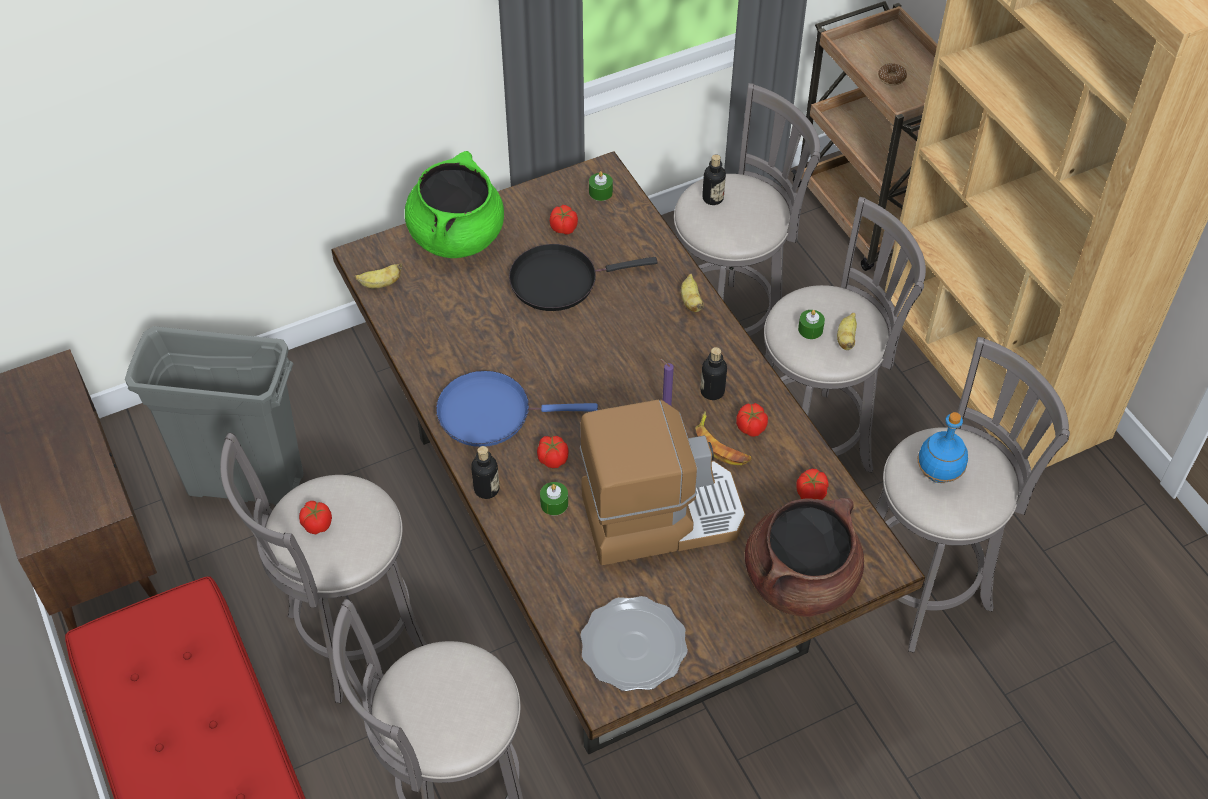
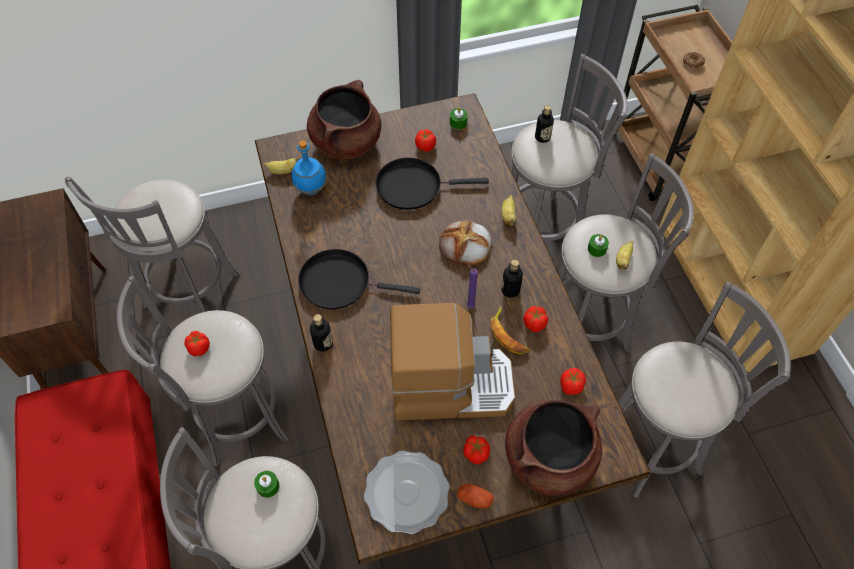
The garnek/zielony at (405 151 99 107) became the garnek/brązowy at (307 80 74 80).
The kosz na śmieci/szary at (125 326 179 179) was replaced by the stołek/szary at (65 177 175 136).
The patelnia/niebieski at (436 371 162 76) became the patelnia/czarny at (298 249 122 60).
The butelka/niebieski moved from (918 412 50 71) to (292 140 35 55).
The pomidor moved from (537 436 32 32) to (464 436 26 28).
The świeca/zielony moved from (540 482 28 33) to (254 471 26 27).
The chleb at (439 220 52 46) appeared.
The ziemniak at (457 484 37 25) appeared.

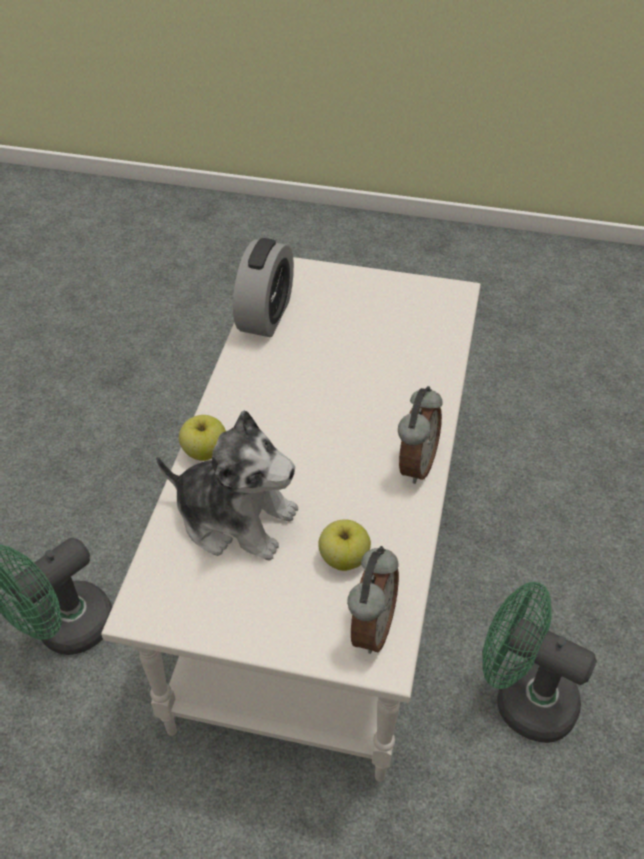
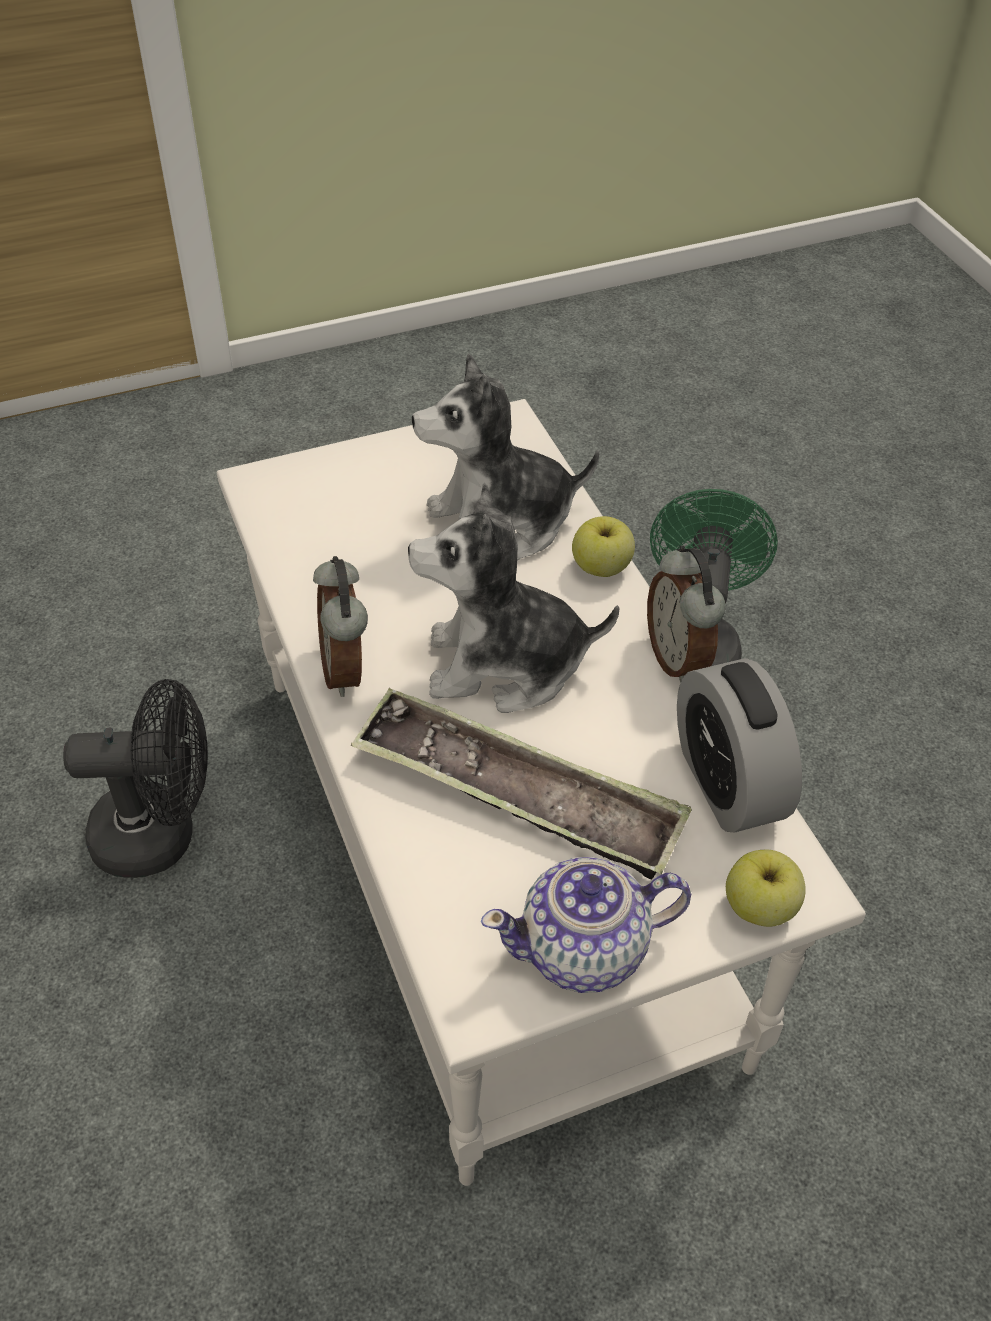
The jabłko moved from (318 519 53 52) to (726 850 80 77).
The budzik moved from (347 546 52 108) to (647 545 79 138).
The wentylator/zielony at (483 582 114 161) became the wentylator/czarny at (63 679 145 199).
The pluszak at (408 482 211 231) appeared.
The taca at (351 688 341 191) appeared.
The imbryk at (481 857 210 136) appeared.

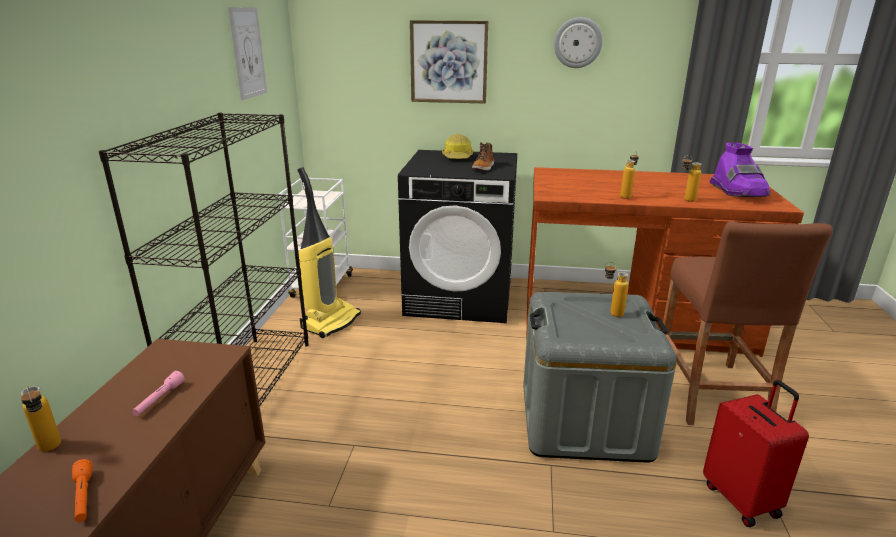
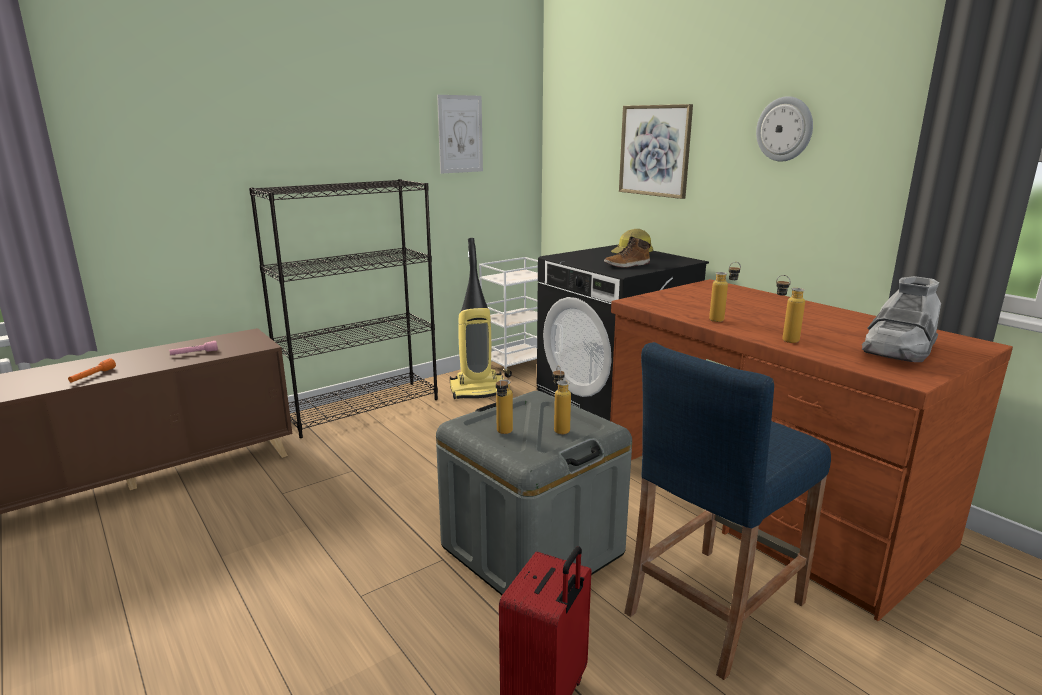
The but z cholewką/fioletowy at (710 143 60 54) became the but z cholewką/szary at (862 276 79 86).
The stołek/brązowy at (663 221 170 204) became the stołek/niebieski at (624 342 207 338).
The butelka moved from (21 386 40 66) to (496 376 17 58).

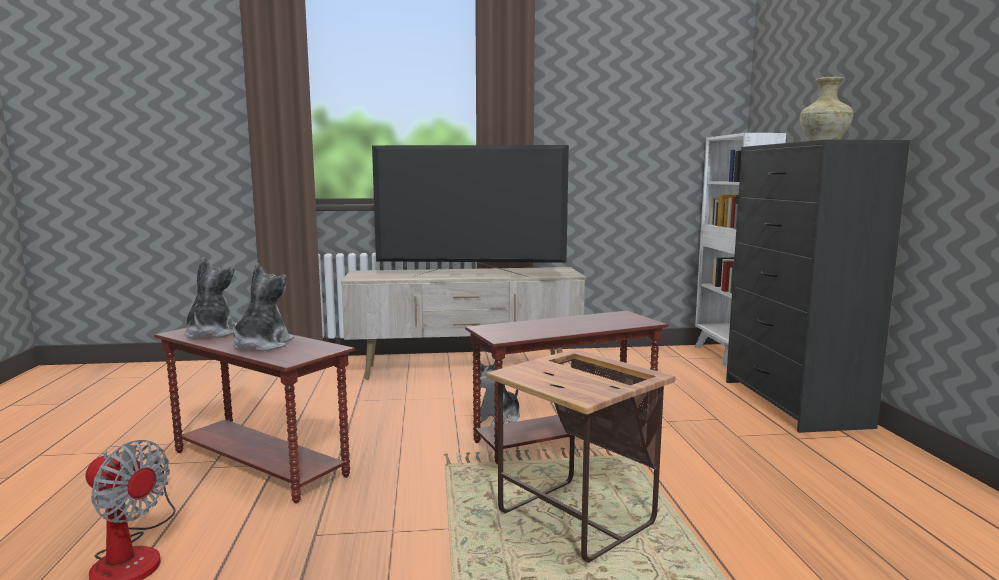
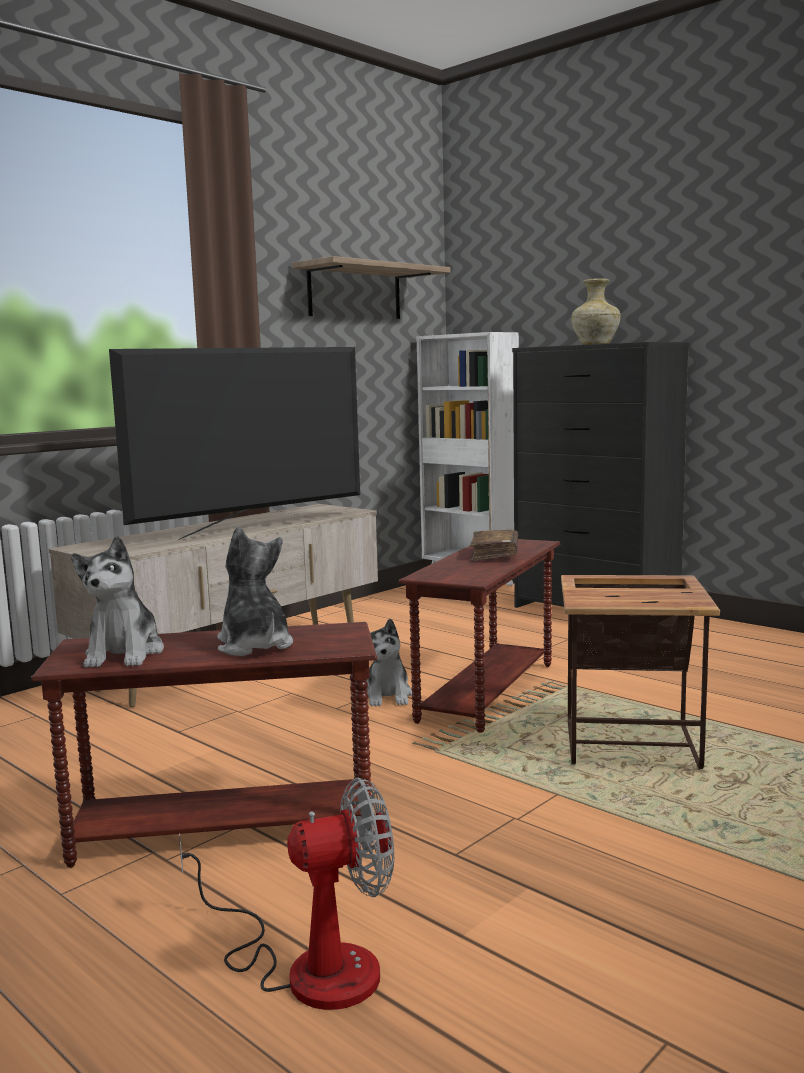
The pluszak at (184 257 53 81) turned 135 degrees counterclockwise.
The półka at (292 256 159 63) appeared.
The książka/brązowy at (470 530 48 32) appeared.

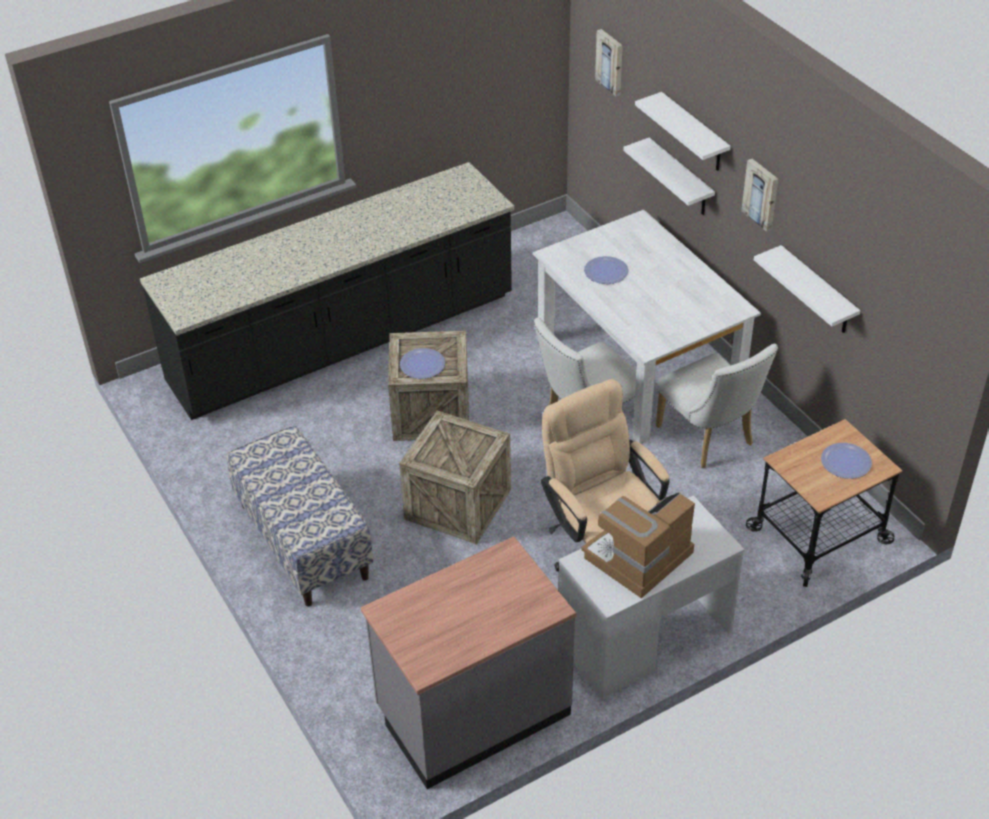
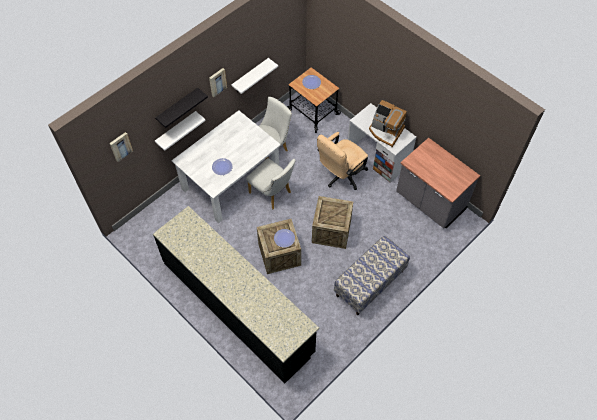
The półka/biały at (635 92 96 79) became the półka/czarny at (155 88 53 40).

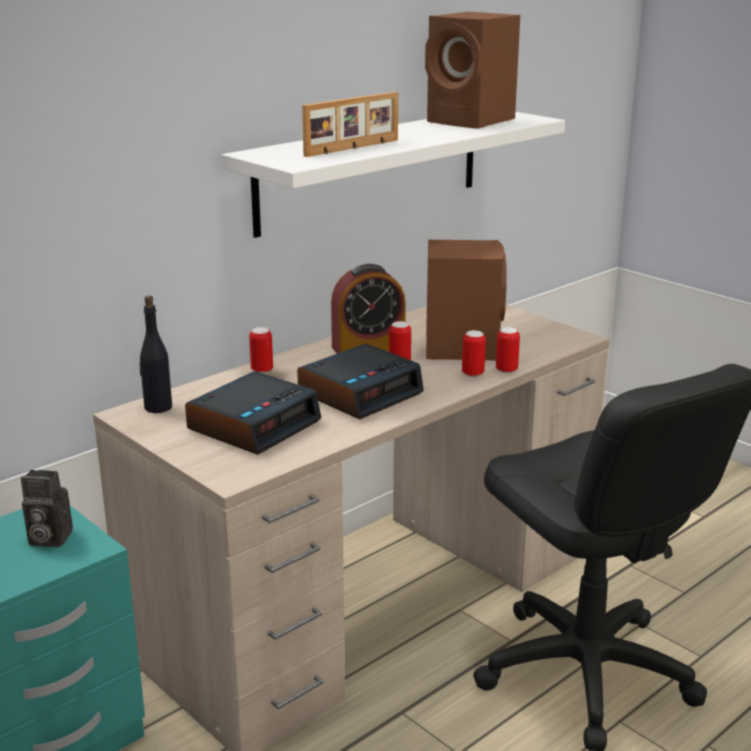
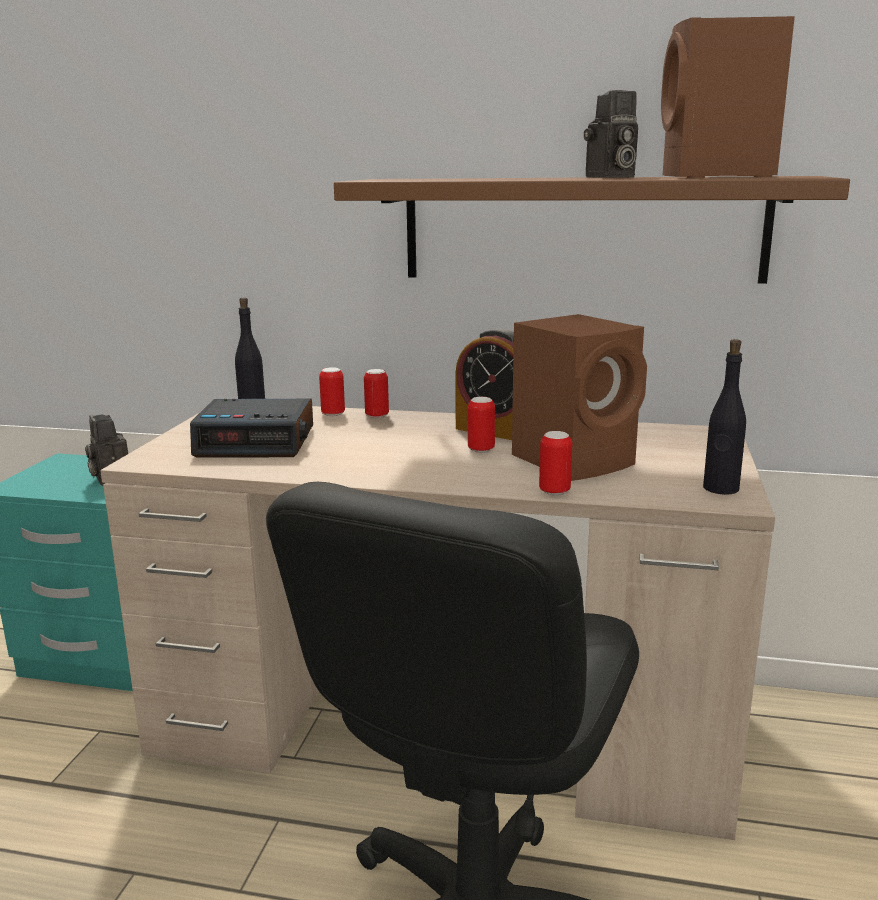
The ramka na zdjęcie at (302 92 96 65) disappeared.
The półka/biały at (222 112 343 126) became the półka/brązowy at (334 176 516 108).
The puszka moved from (462 330 24 47) to (319 367 26 49).
The budzik at (297 344 127 76) disappeared.
The aparat fotograficzny at (584 90 54 88) appeared.
The butelka/czarny at (703 339 43 156) appeared.

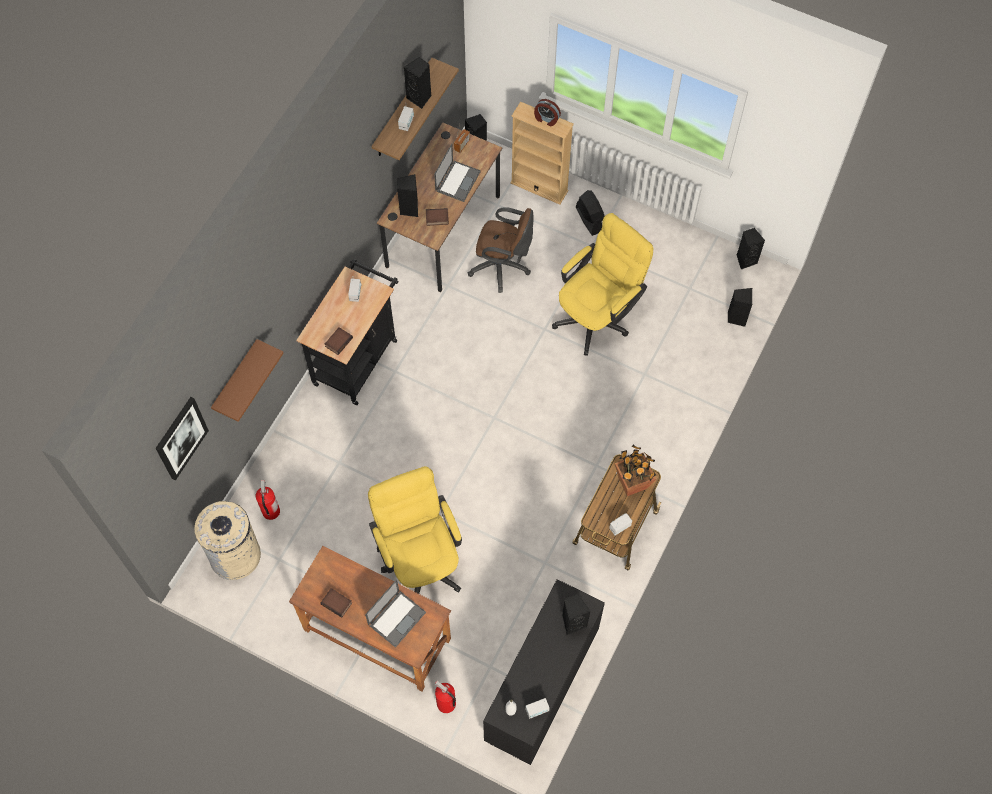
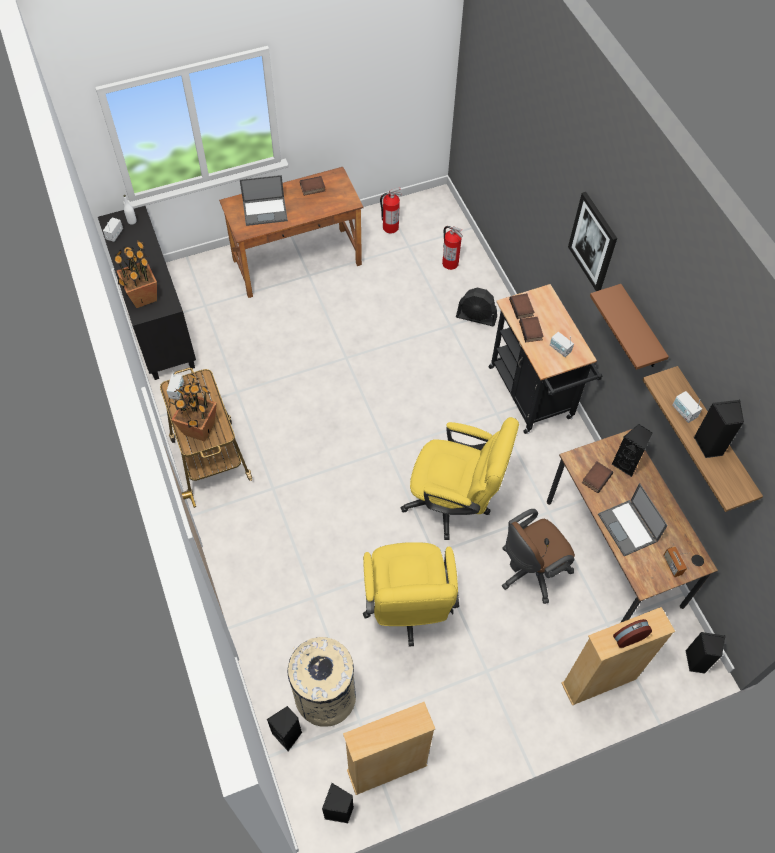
The wentylator/czarny moved from (576 190 29 46) to (456 288 41 38).
The półka/brązowy moved from (211 339 72 83) to (590 284 79 86).
The obraz moved from (156 397 53 84) to (568 192 49 99).
The krzesło biurowe/żółty moved from (368 466 94 128) to (401 417 118 123).
The kosz na śmieci/beżowy moved from (194 501 67 79) to (288 637 68 90).
The laptop at (365 579 61 69) turned 90 degrees counterclockwise.
The głośnik/czarny at (562 594 28 41) was replaced by the roślina doniczkowa at (113 240 44 68).
The gaśnica moved from (434 680 22 33) to (380 187 22 46).
The książka at (519 317 25 25) appeared.
The regał/beżowy at (343 702 92 93) appeared.

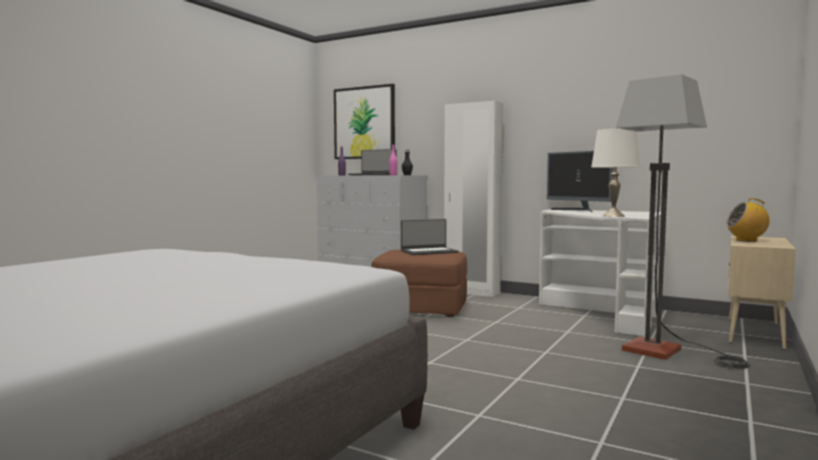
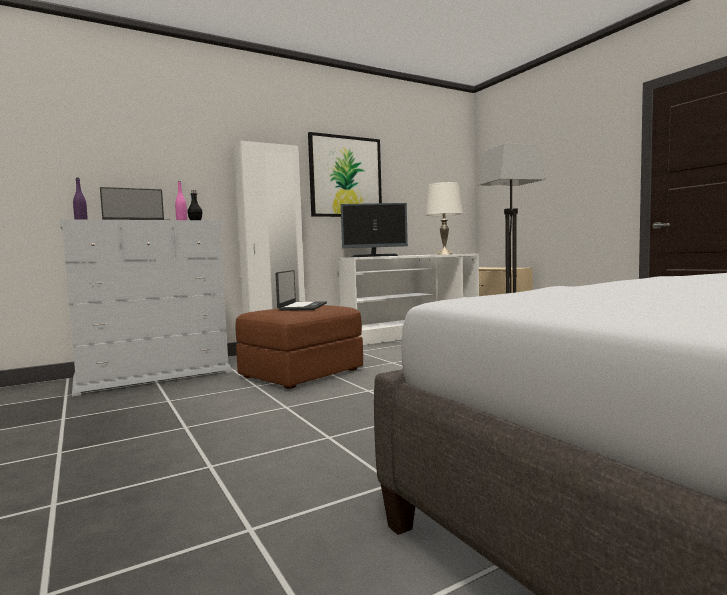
The obraz moved from (334 84 61 75) to (308 132 74 85).
The radio at (726 198 44 44) disappeared.

